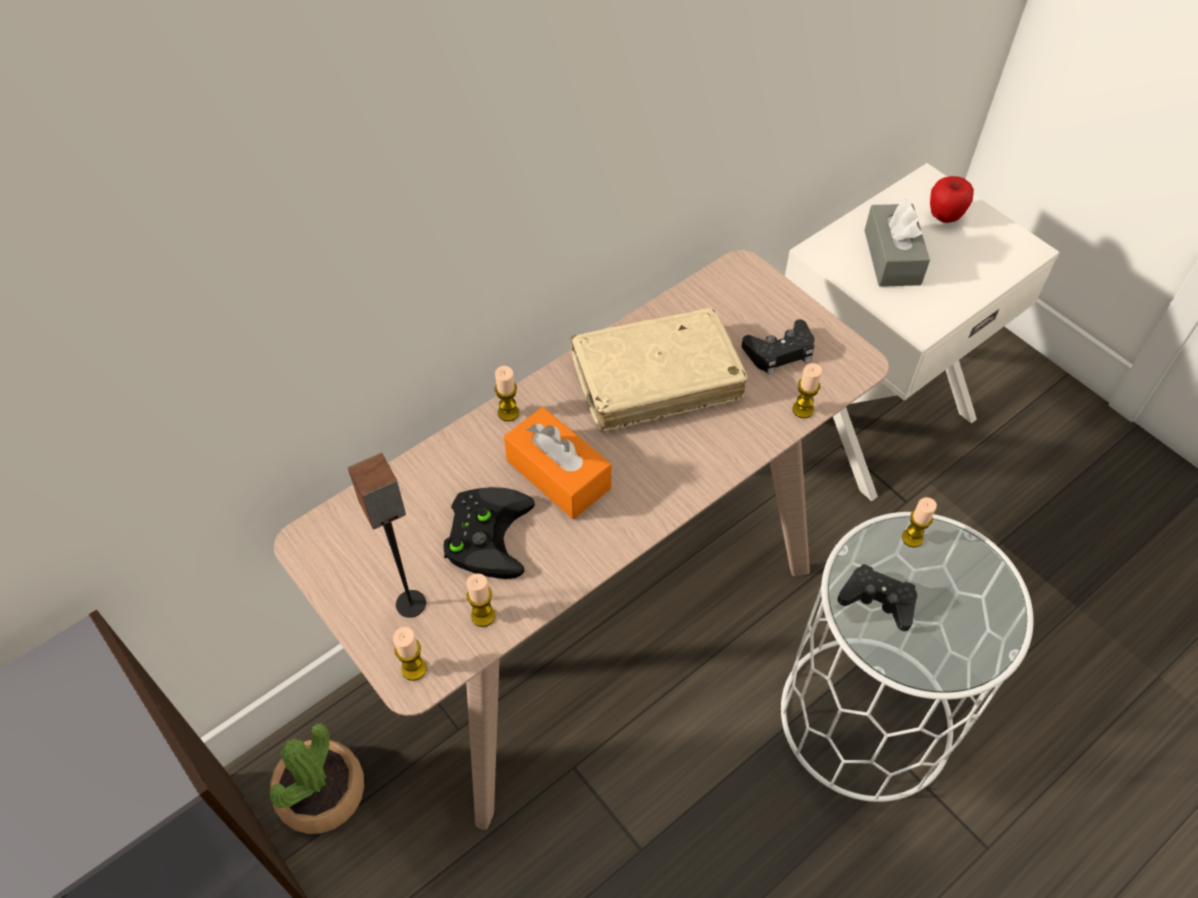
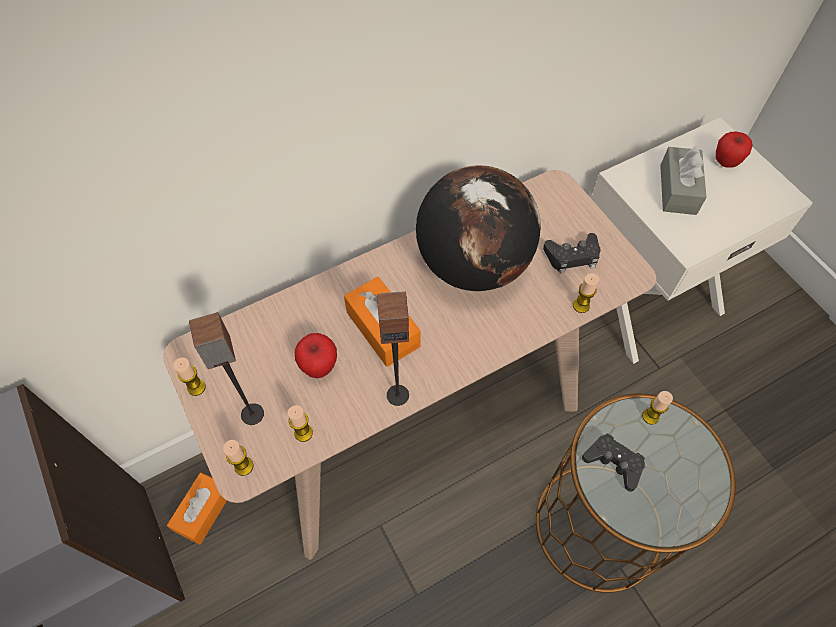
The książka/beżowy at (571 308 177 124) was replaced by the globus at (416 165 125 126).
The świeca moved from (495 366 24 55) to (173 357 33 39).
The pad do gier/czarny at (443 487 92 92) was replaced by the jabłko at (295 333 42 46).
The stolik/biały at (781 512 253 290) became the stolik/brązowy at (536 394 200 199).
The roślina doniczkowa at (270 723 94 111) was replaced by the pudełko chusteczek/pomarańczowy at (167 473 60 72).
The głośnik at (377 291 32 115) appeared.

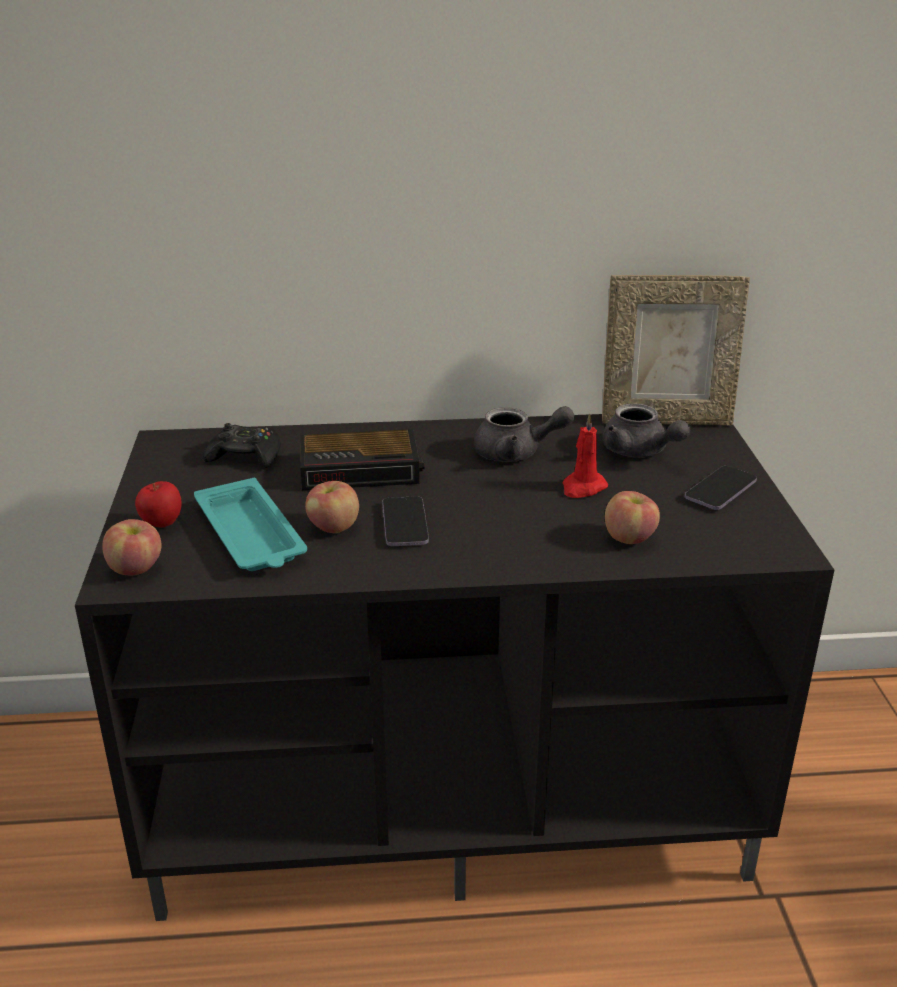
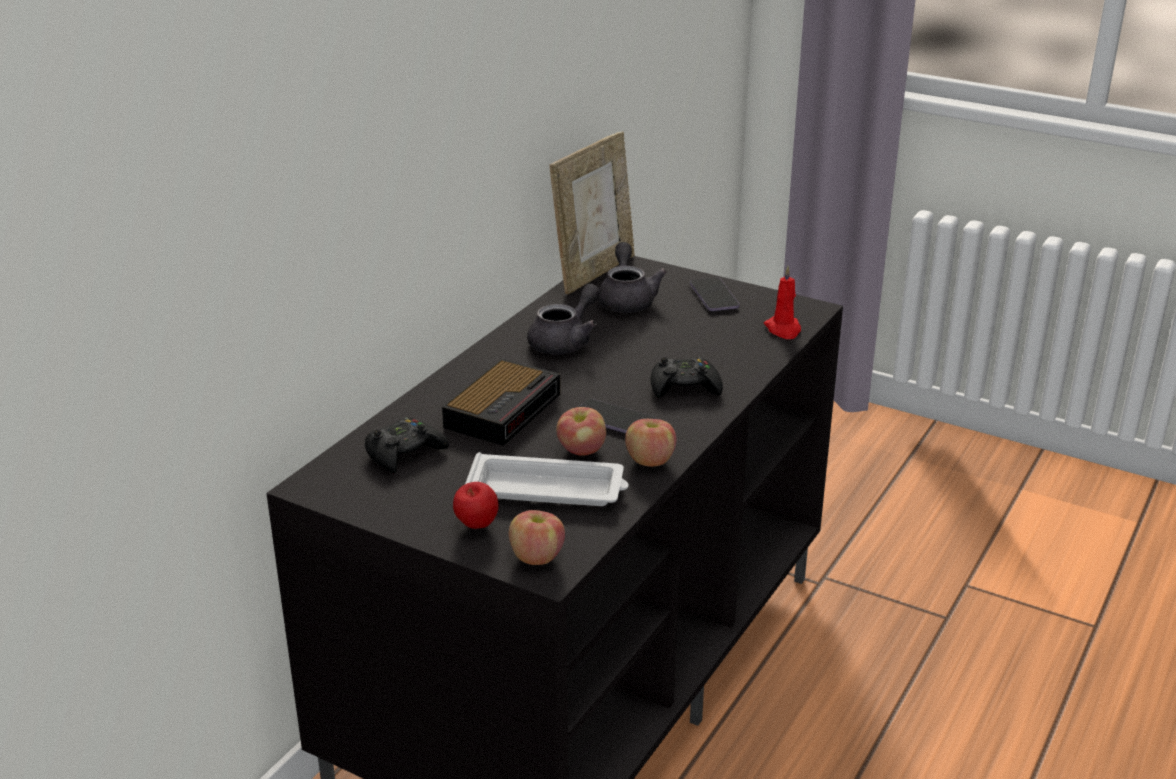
The imbryk/szary at (602 403 89 54) turned 90 degrees counterclockwise.
The świeca/czerwony moved from (563 413 45 85) to (764 266 37 73).
The taca/turkusowy at (194 478 113 93) became the taca/biały at (465 452 164 54).
The jabłko moved from (605 491 55 53) to (625 419 51 48).
The pad do gier/czarny at (651 357 72 41) appeared.

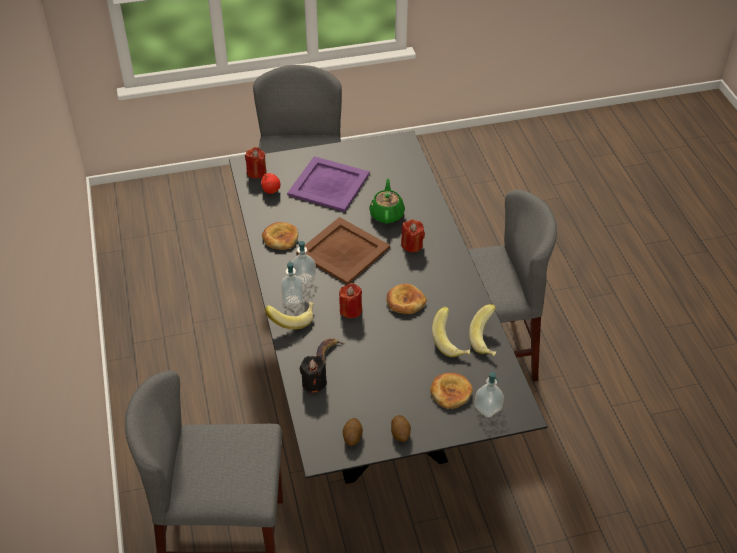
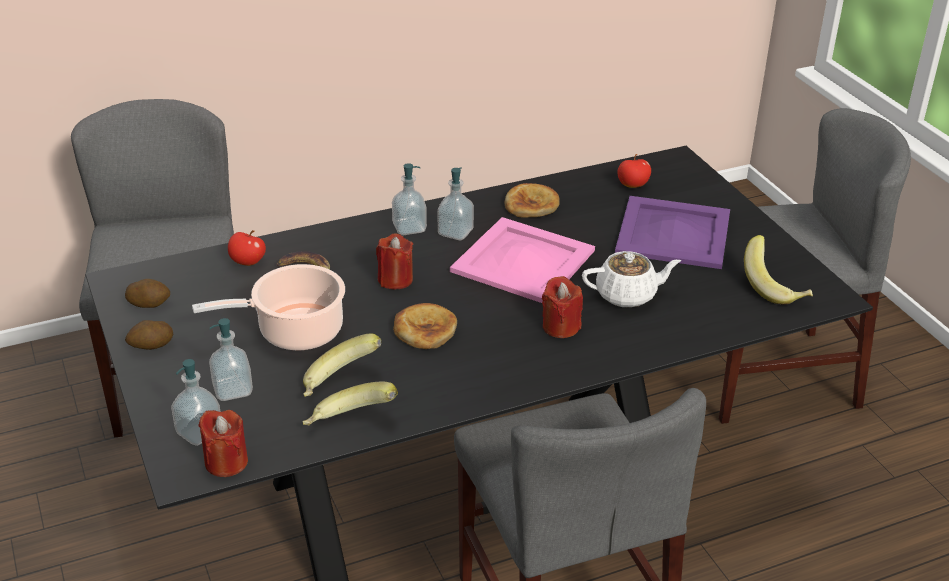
The świeca/czerwony moved from (245 147 21 32) to (198 410 50 67).
The imbryk/zielony at (369 179 36 45) became the imbryk/biały at (582 251 99 57).
The taca/brązowy at (296 217 94 68) became the taca/różowy at (450 217 145 86).
The banan moved from (265 302 49 27) to (744 235 69 70).
The świeca/czarny at (300 356 27 37) was replaced by the jabłko at (228 230 38 36).
The chleb at (430 372 43 37) was replaced by the dozownik mydła at (209 318 44 83).
The garnek at (192 264 153 86) appeared.

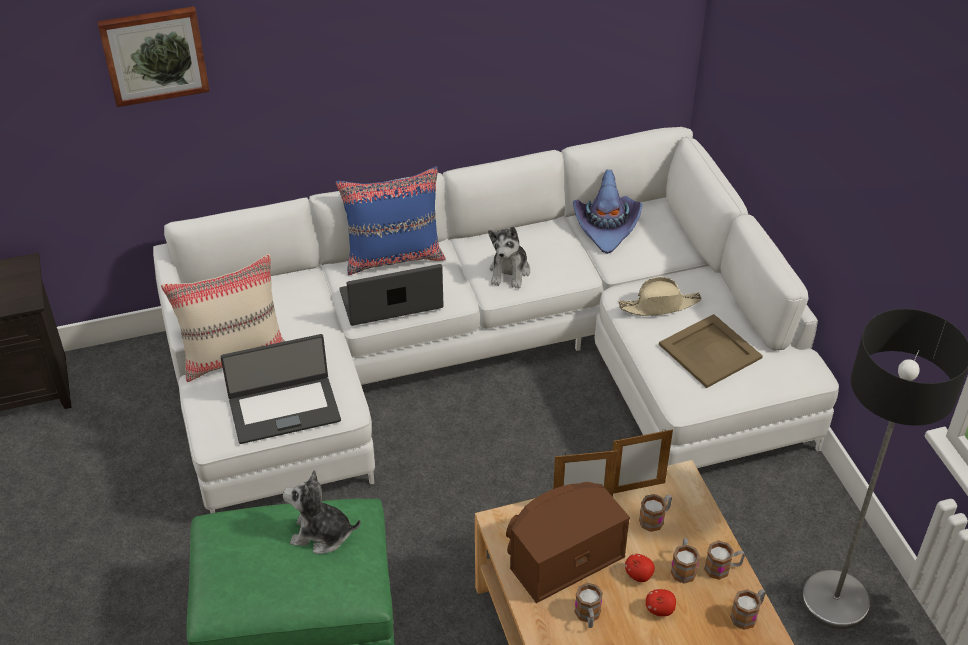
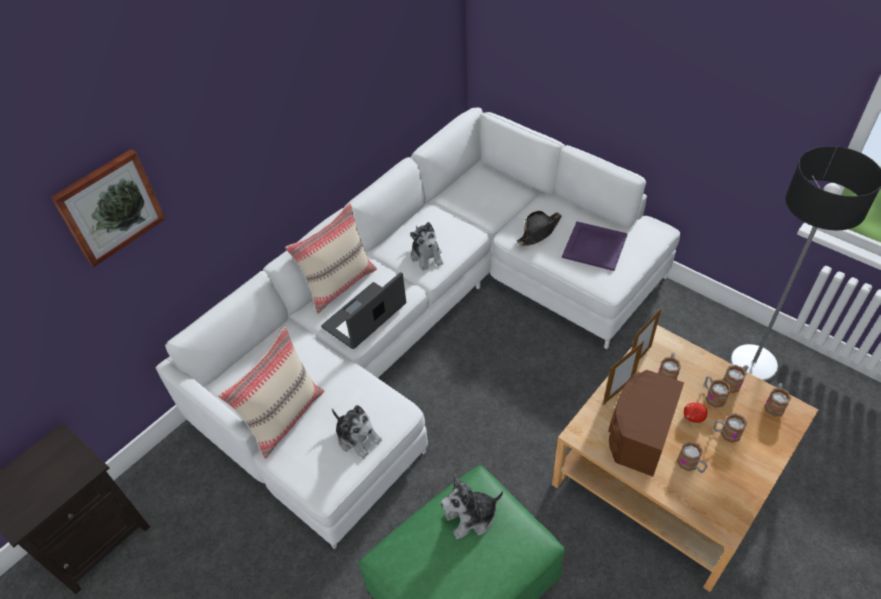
The poduszka/niebieski at (336 166 110 109) became the poduszka/beżowy at (285 203 92 110).
The kapelusz/fioletowy at (573 170 69 84) disappeared.
The kapelusz/beżowy at (619 277 83 39) became the kapelusz/czarny at (517 211 45 35).
The taca/beżowy at (659 314 104 74) became the taca/fioletowy at (562 222 66 49).
The laptop at (220 334 121 110) was replaced by the pluszak at (332 405 50 54).
The jabłko at (646 589 30 28) was replaced by the kubek at (713 413 34 30).

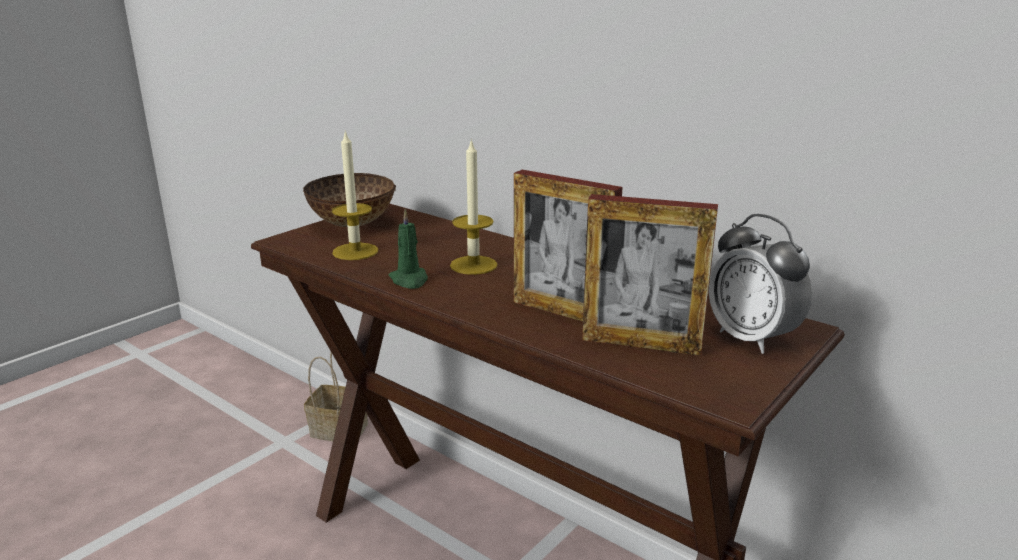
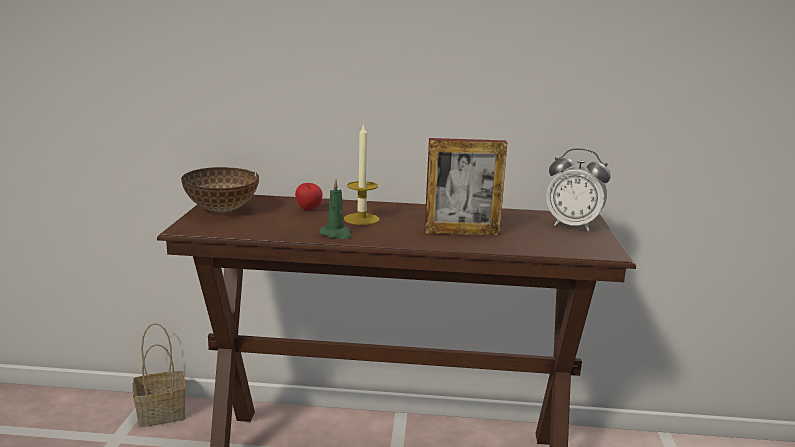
The świeca at (332 131 46 129) disappeared.
The ramka na zdjęcie at (582 194 136 162) disappeared.
The jabłko at (295 183 27 28) appeared.

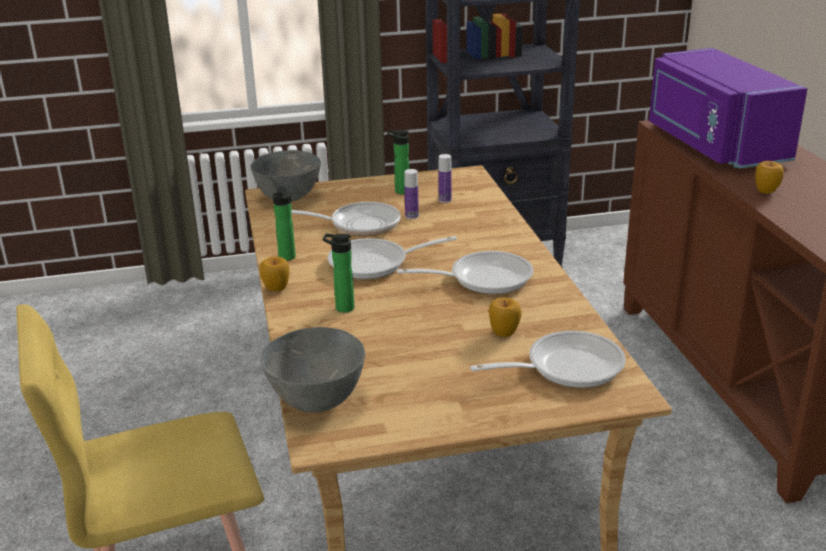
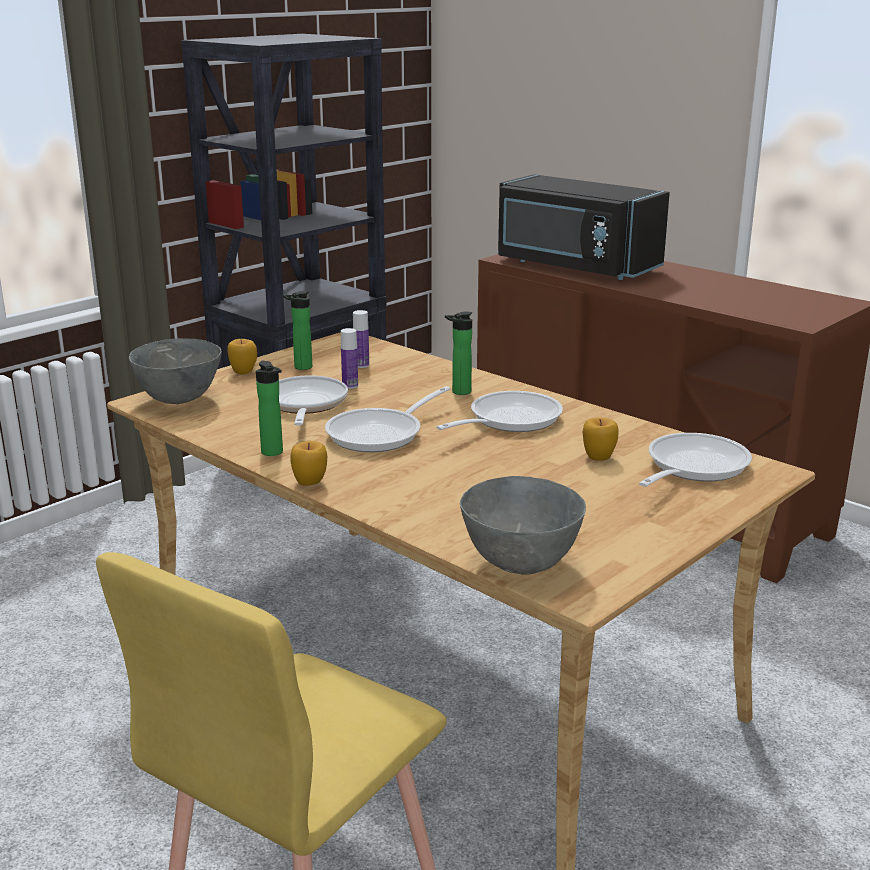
The mikrofalówka/fioletowy at (649 48 159 120) became the mikrofalówka/czarny at (498 174 172 106).
The jabłko moved from (755 161 29 33) to (227 339 30 36).
The patelnia at (291 202 110 34) turned 60 degrees counterclockwise.
The butelka moved from (323 234 31 79) to (445 311 27 84).

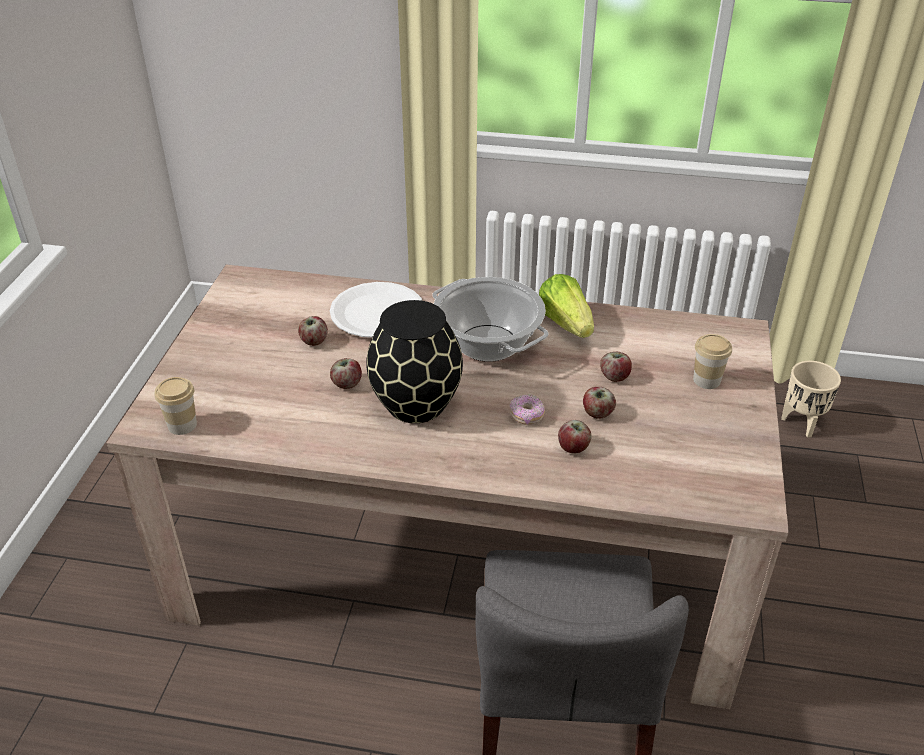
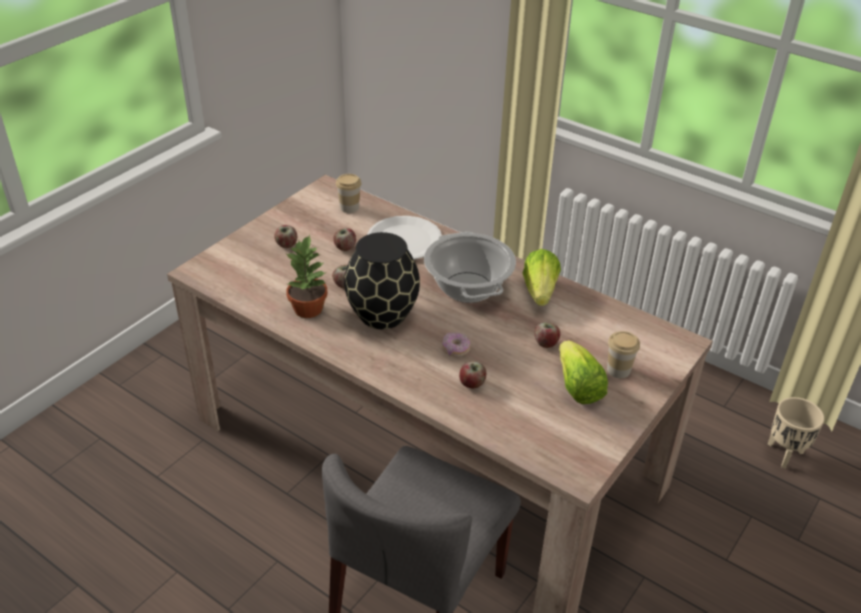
The filiżanka moved from (155 377 42 58) to (336 174 25 39).
The jabłko moved from (583 387 33 32) to (274 225 23 23).
The roślina doniczkowa at (286 234 41 84) appeared.
The sałata at (559 340 49 64) appeared.

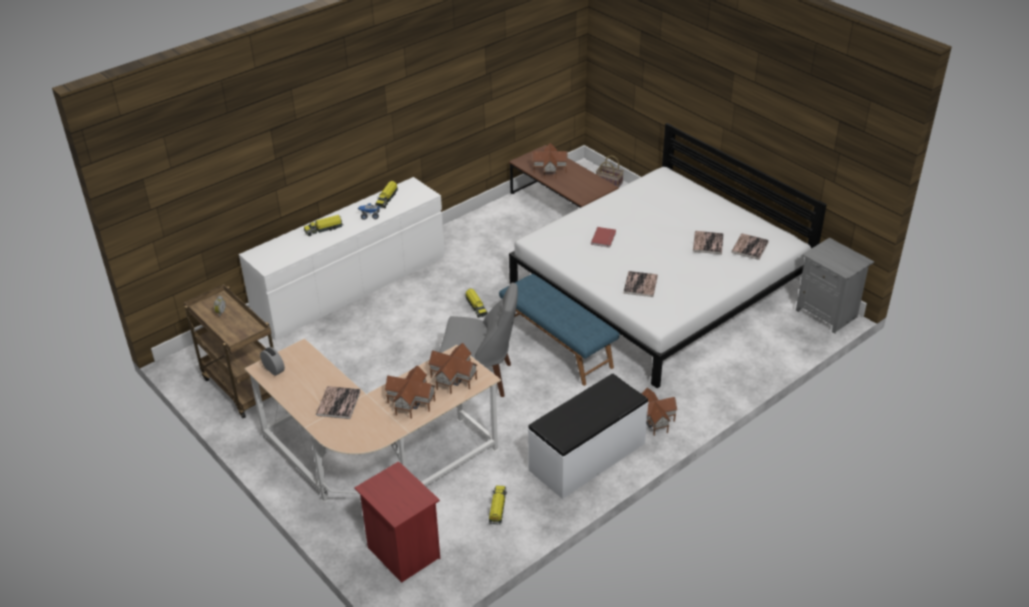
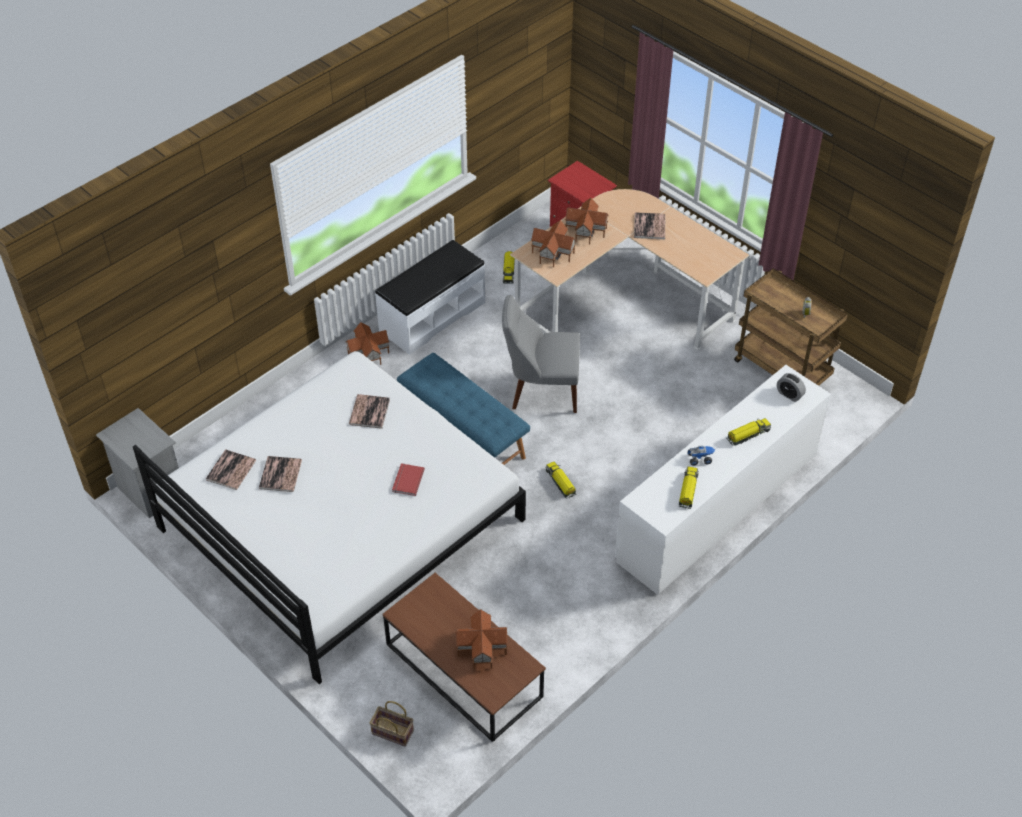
The budzik moved from (260 347 25 29) to (777 373 29 29).

